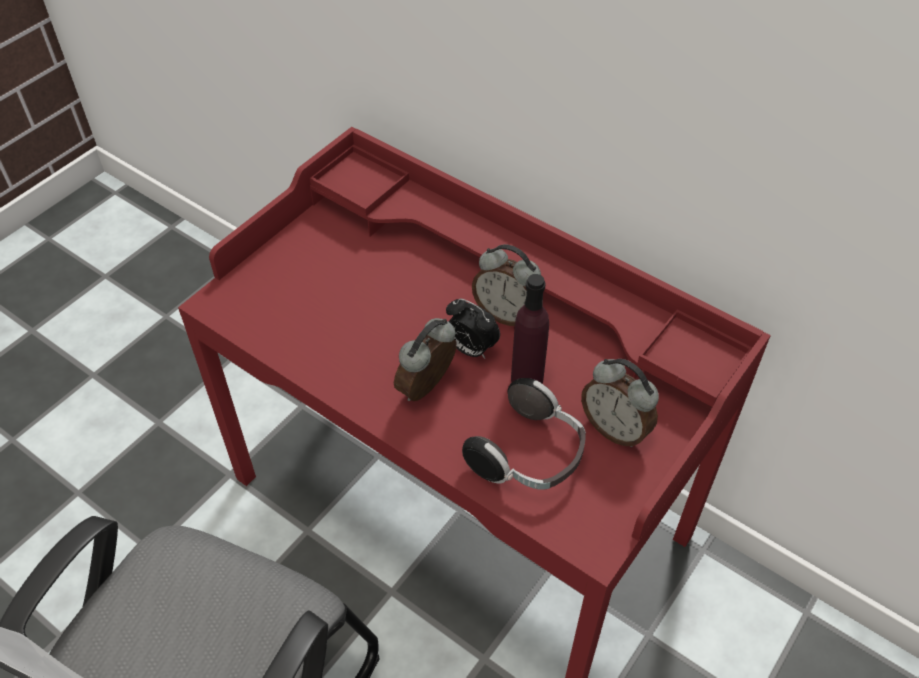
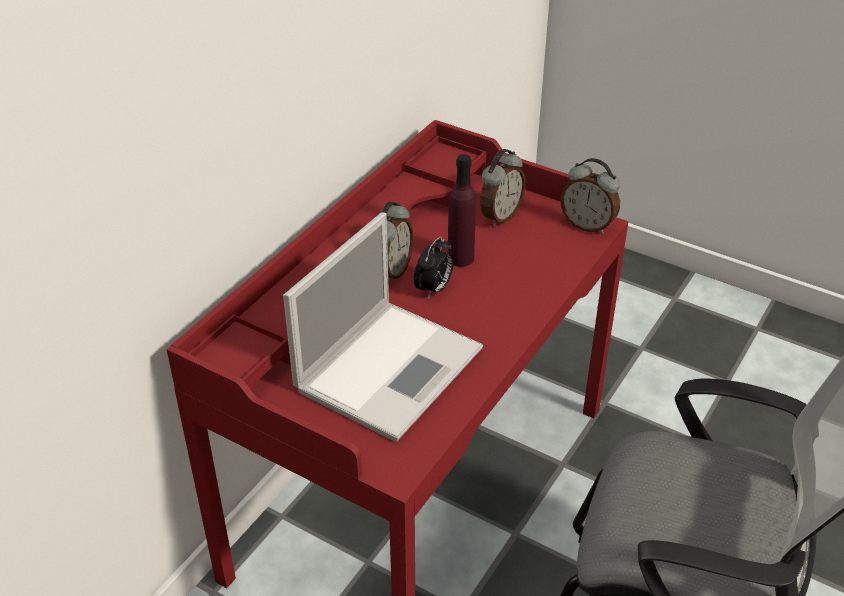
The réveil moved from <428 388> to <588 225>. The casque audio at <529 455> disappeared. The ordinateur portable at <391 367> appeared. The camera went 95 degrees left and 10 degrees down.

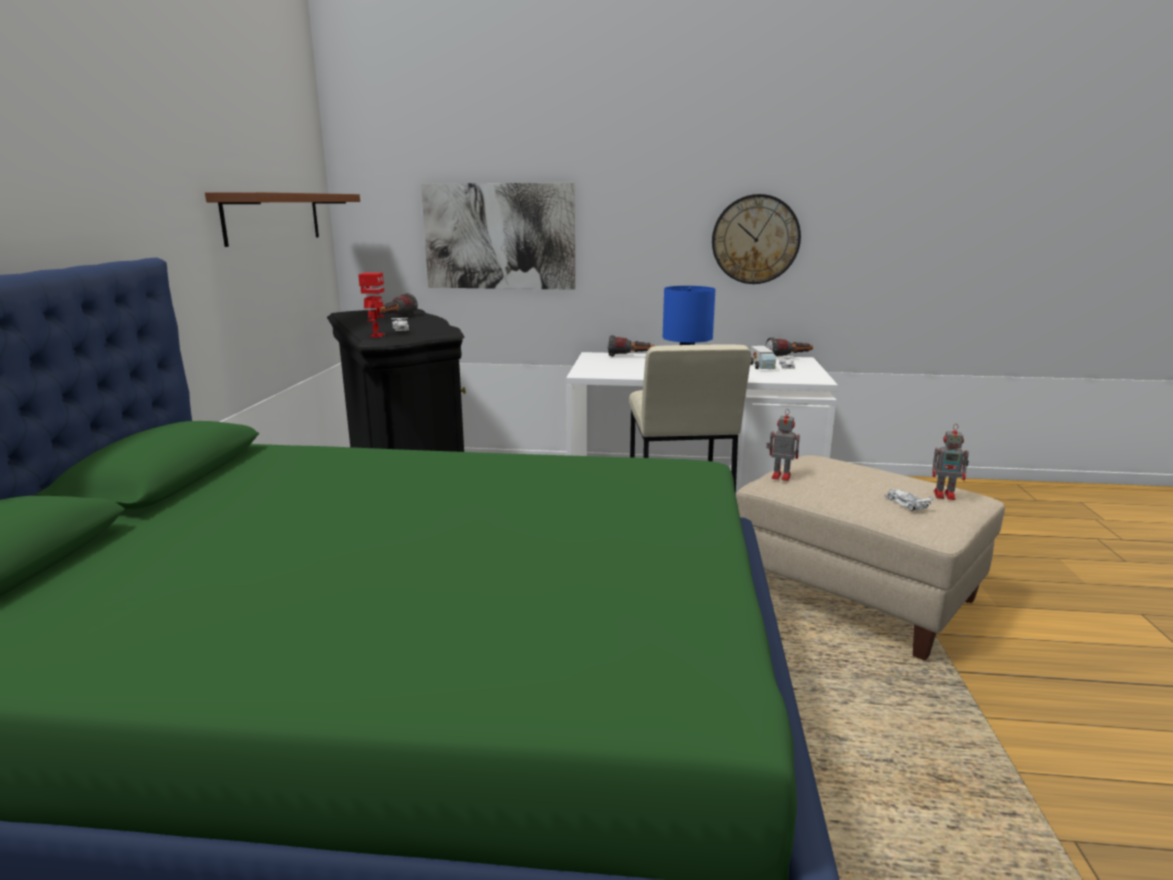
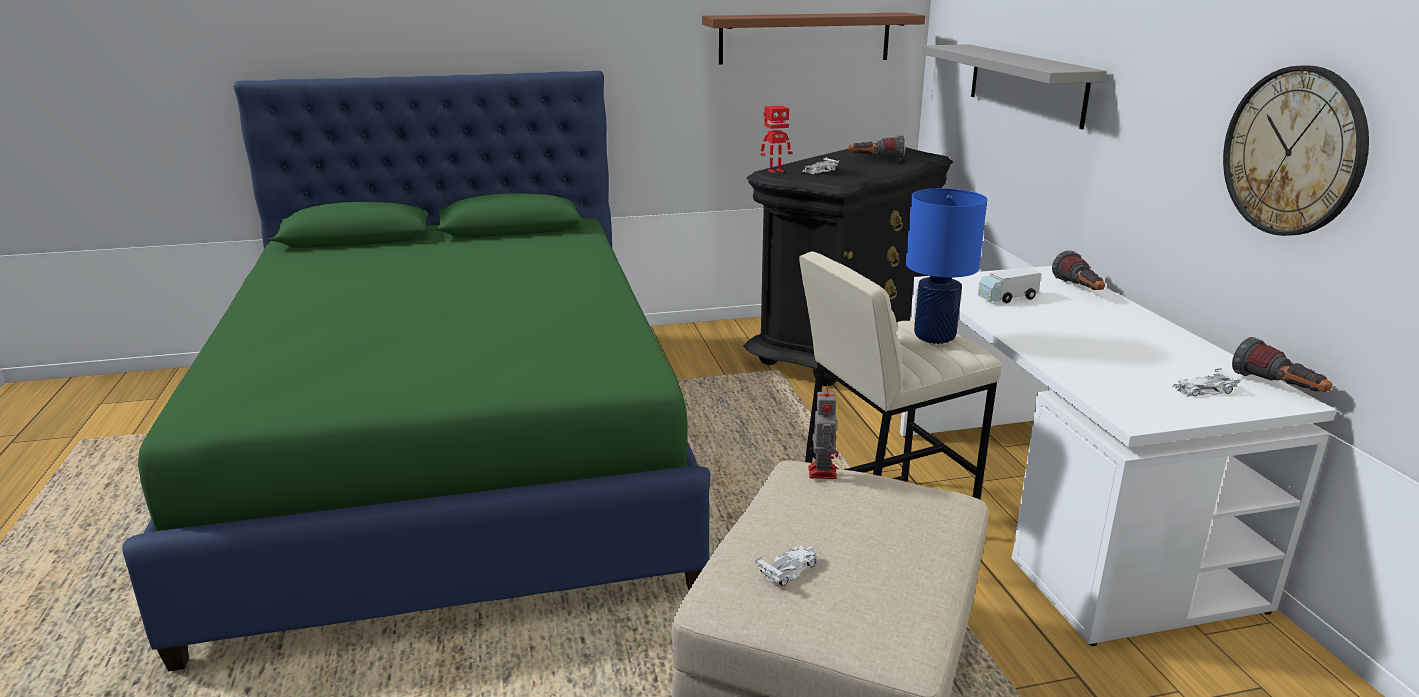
The tableau at <499 236> was replaced by the étagère [gris] at <1026 83>. The camion jouet moved from <762 367> to <1007 298>. The robot jouet at <945 495> disappeared. The camera went 70 degrees right and 5 degrees up.

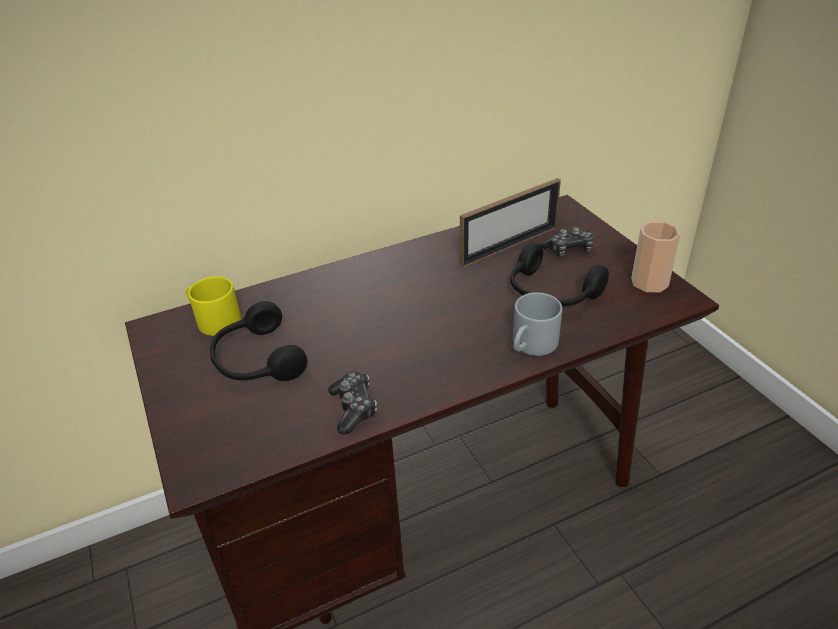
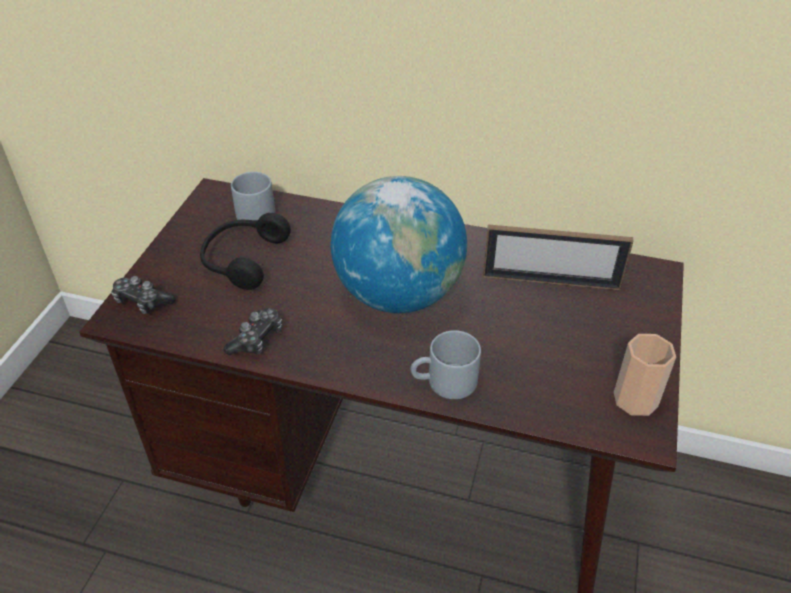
The manette moved from <569 250> to <142 301>. The casque audio [noir] at <551 293> disappeared. The mug [jaune] at <213 320> became the mug [gris] at <253 210>. The globe at <398 294> appeared. The camera went 40 degrees right and 5 degrees up.

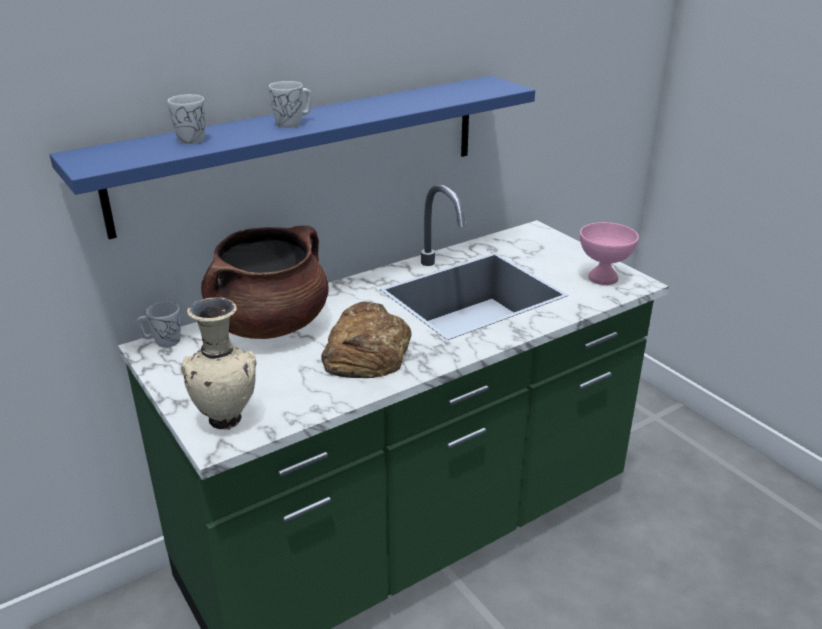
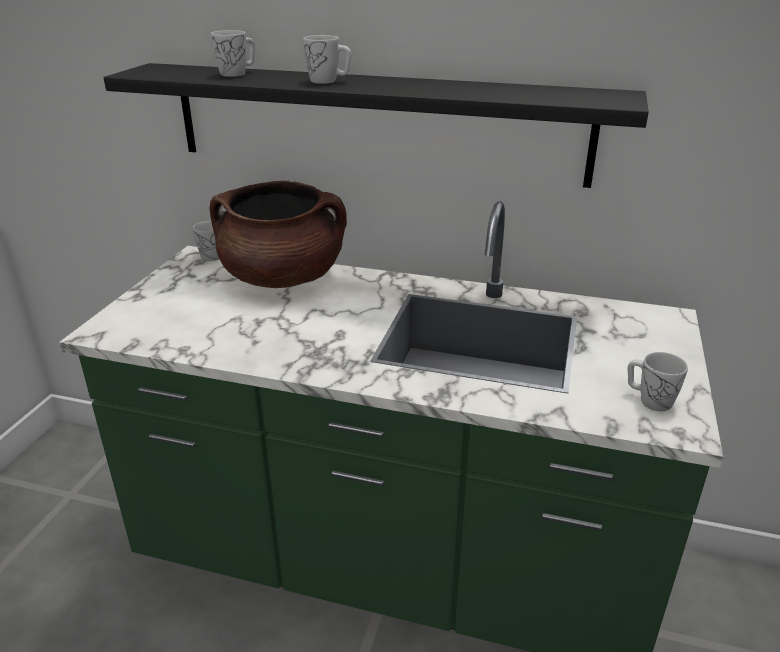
The étagère [bleu] at <305 151> became the étagère [noir] at <375 123>. The bol [rose] at <603 277> was replaced by the mug [blanc] at <649 400>. The vase [beige] at <227 419> disappeared. The pain at <366 352> disappeared. The camera went 50 degrees right and 0 degrees up.

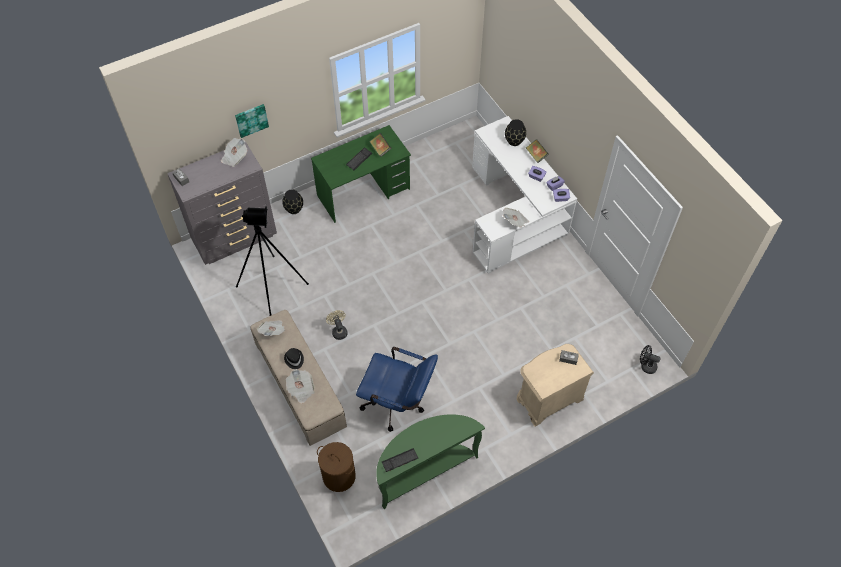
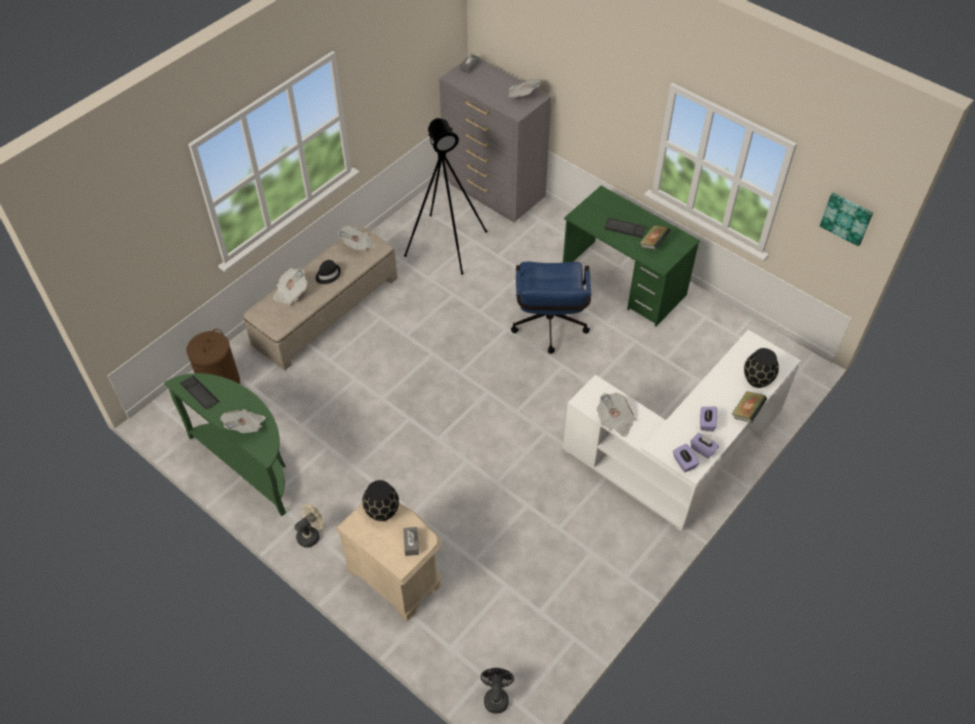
The tableau moved from <251 120> to <847 218>. The vase [noir] moved from <294 209> to <381 511>. The ventilateur [beige] moved from <338 331> to <311 534>. The chaise de bureau [bleu] moved from <398 404> to <549 329>. The journal at <246 427> appeared. The camera went 70 degrees right and 5 degrees down.

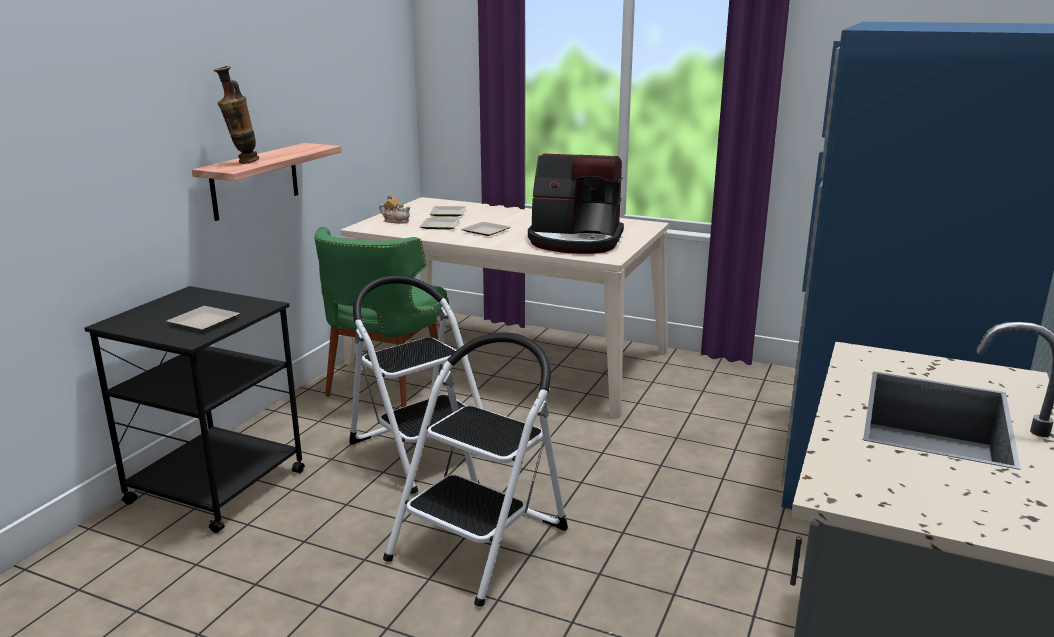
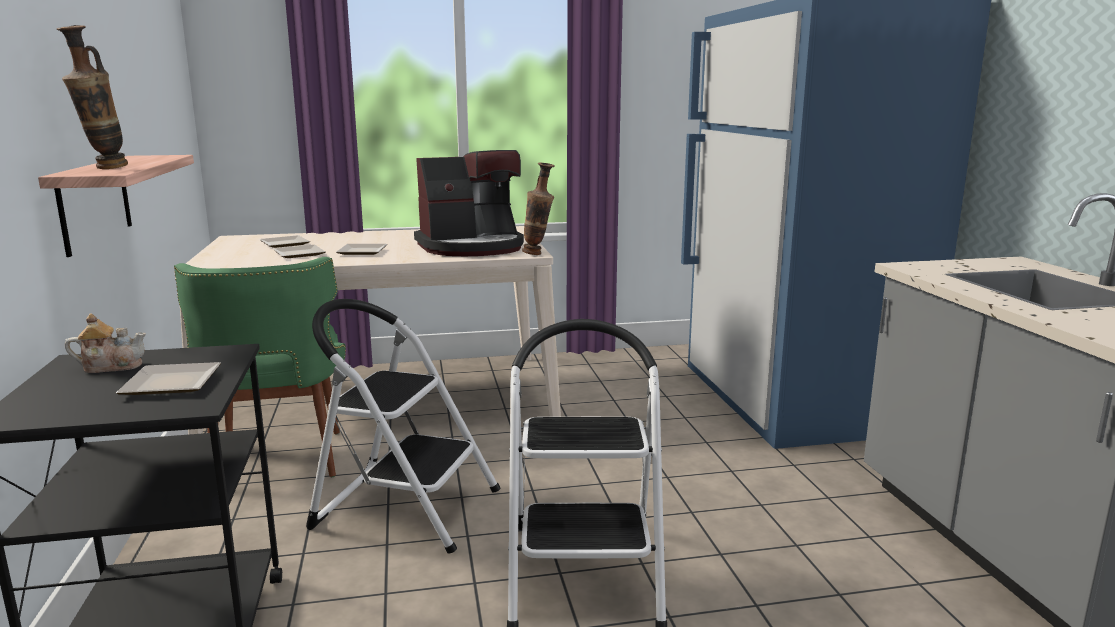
The théière moved from <396 221> to <111 366>. The vase at <538 254> appeared. The camera went 35 degrees left and 5 degrees down.

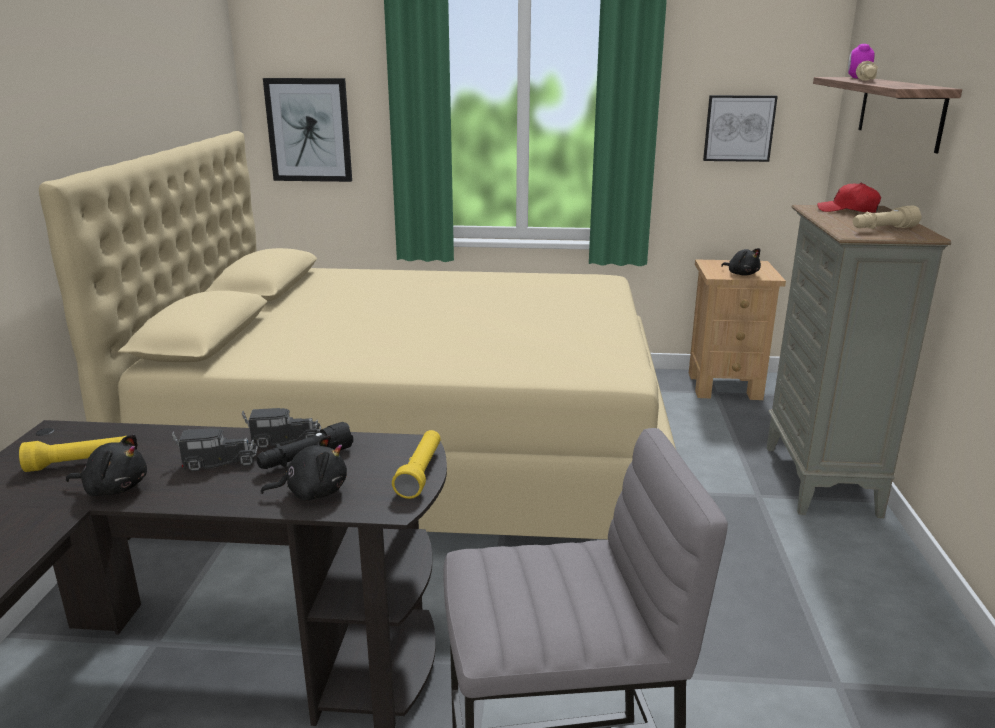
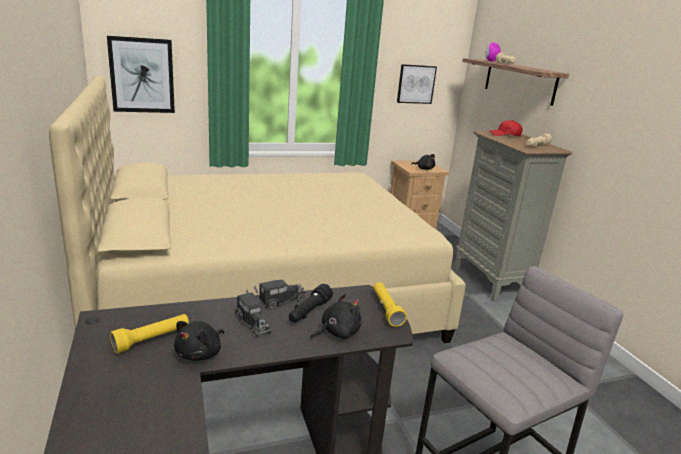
The camion jouet at <216 462> turned 90 degrees clockwise. The peluche [noir] at <114 488> turned 135 degrees clockwise. The camera went 25 degrees left and 0 degrees up.

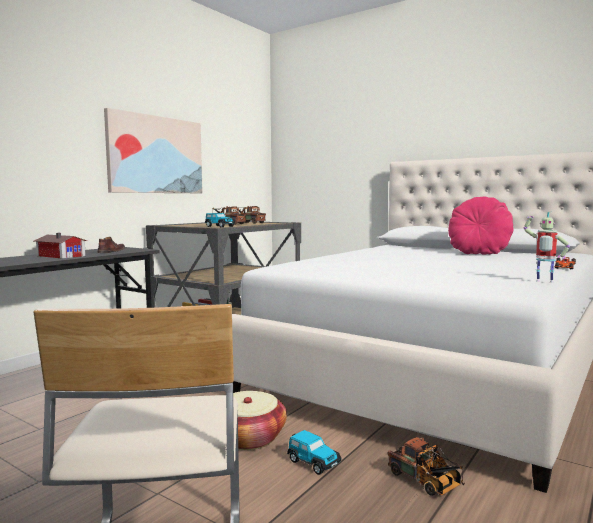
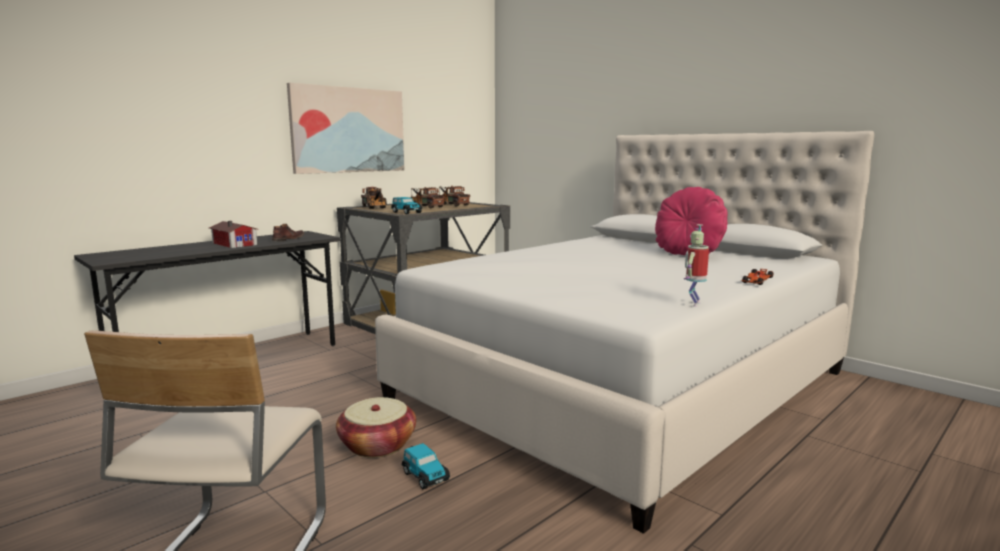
The robot jouet at <543 282> turned 75 degrees clockwise. The camion jouet moved from <426 482> to <374 207>. The camera went 10 degrees right and 5 degrees up.

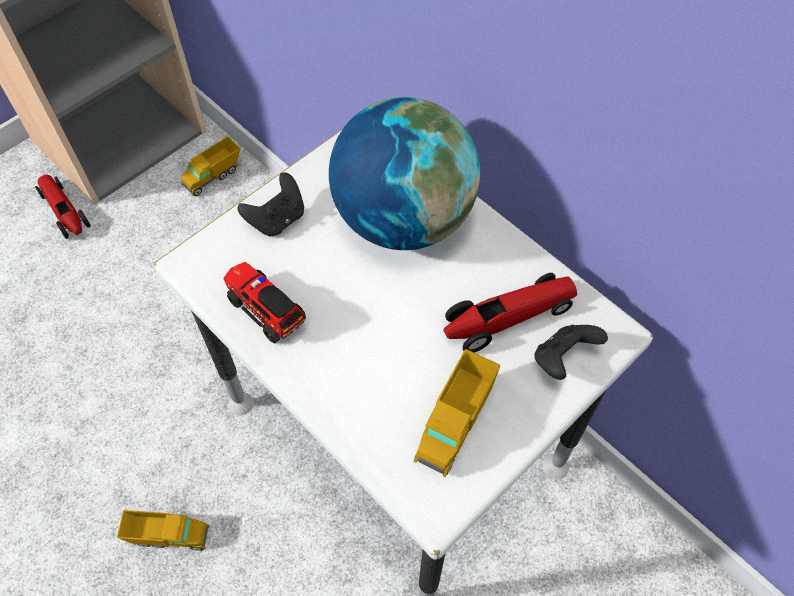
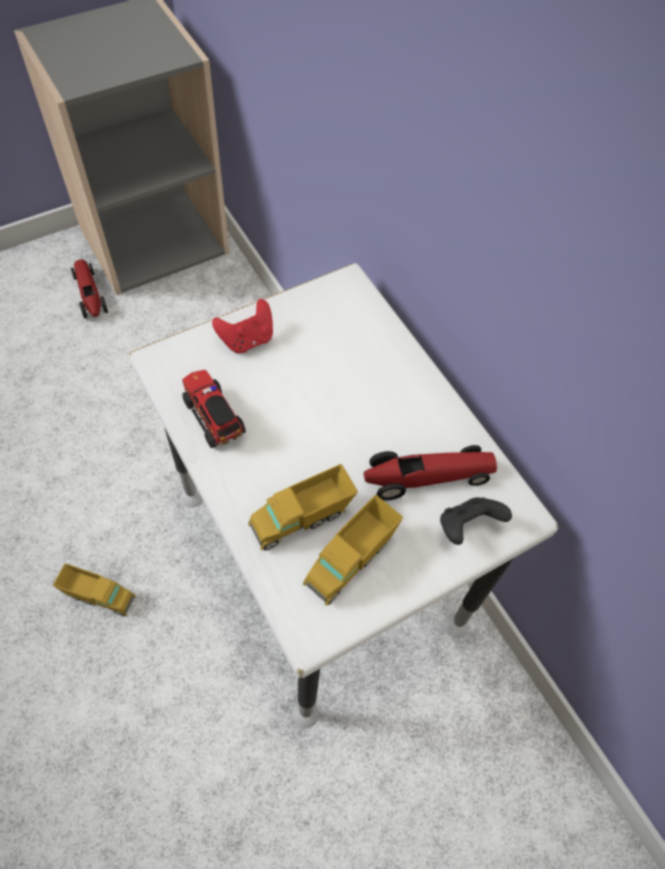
The globe at <403 218> disappeared. The camion jouet moved from <213 176> to <301 518>. The manette [noir] at <277 219> became the manette [rouge] at <247 339>. The camera went 10 degrees right and 0 degrees up.

